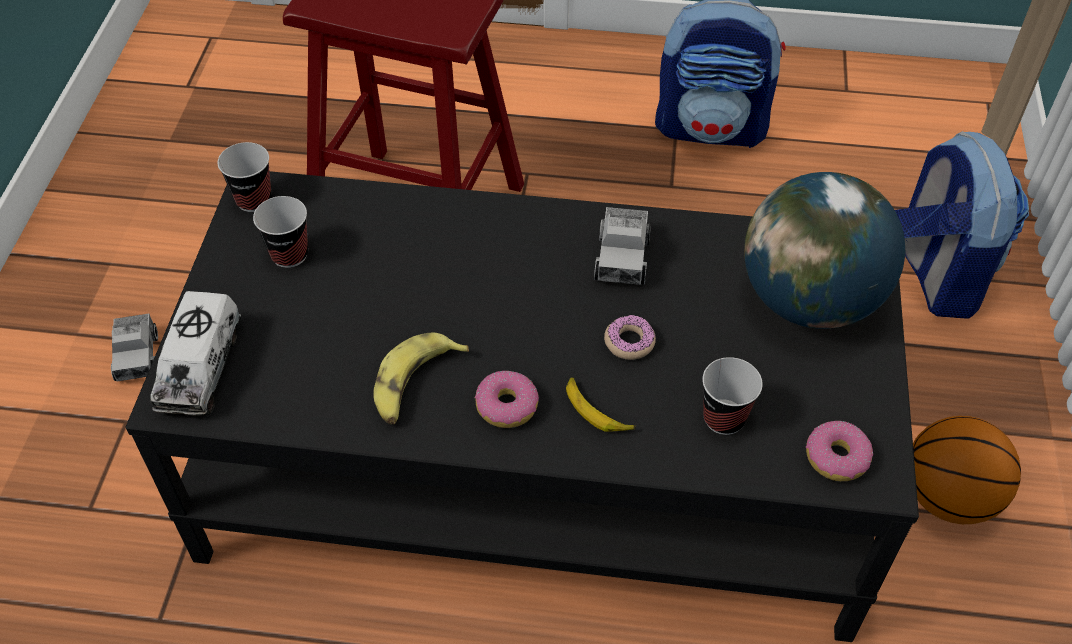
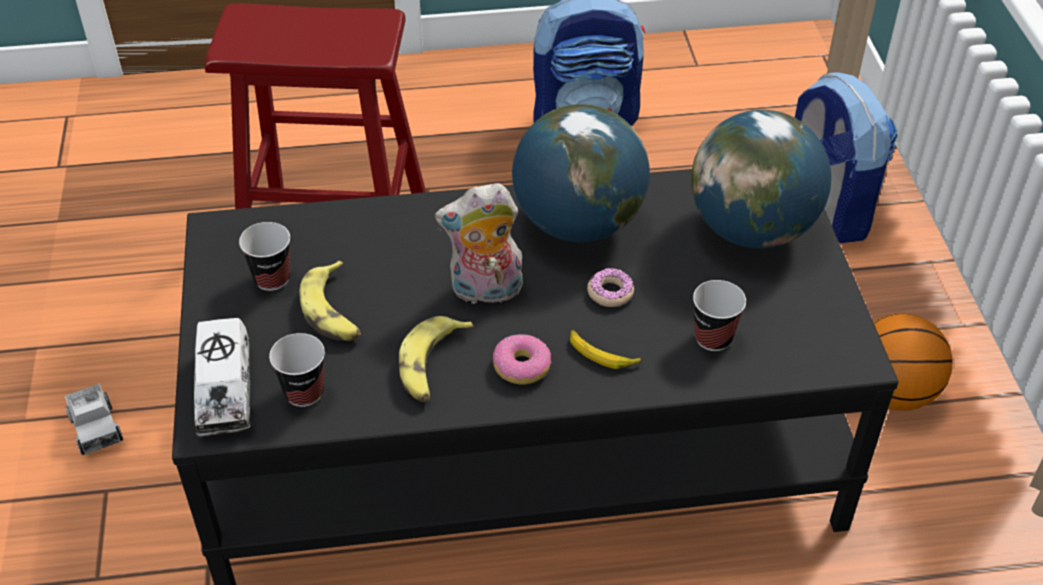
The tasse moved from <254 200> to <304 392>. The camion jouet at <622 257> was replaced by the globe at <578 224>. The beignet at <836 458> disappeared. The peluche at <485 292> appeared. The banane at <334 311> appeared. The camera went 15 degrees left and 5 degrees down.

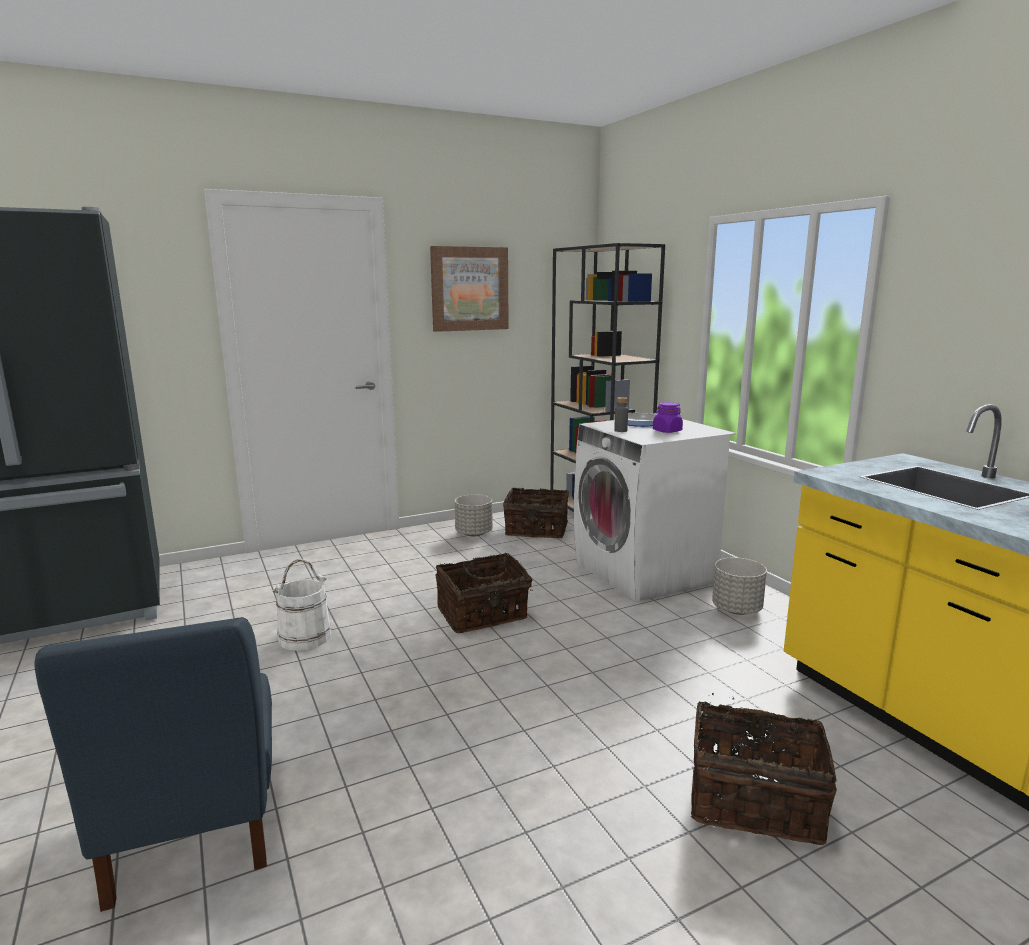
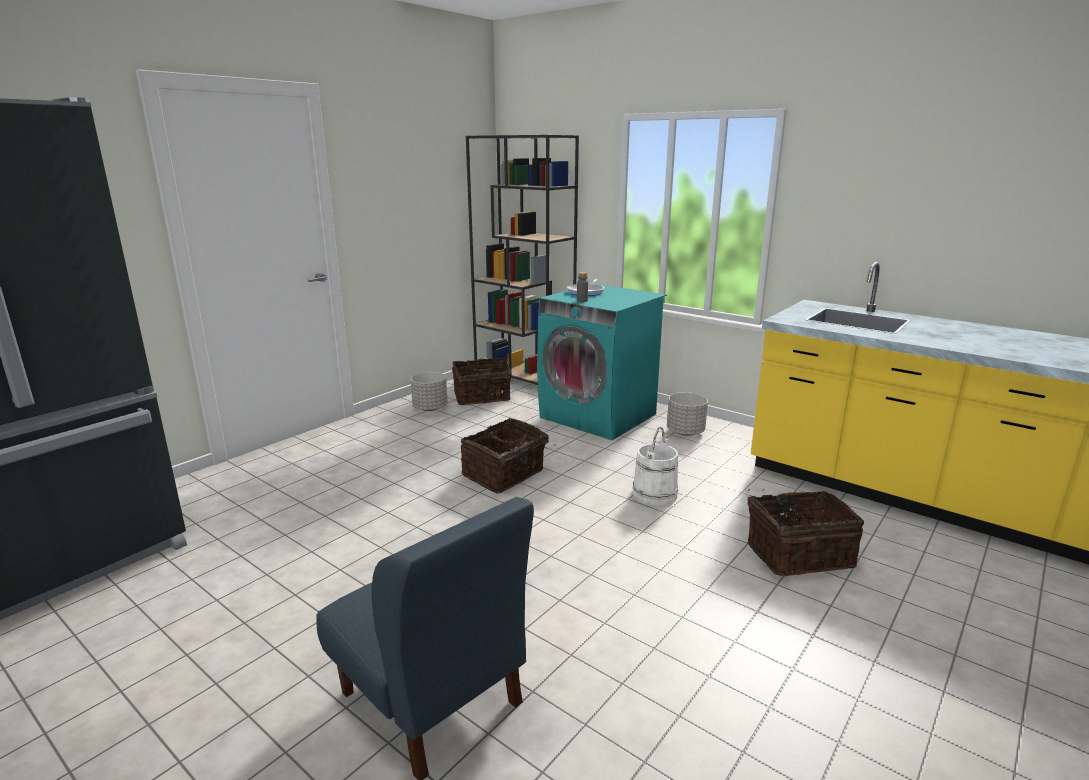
The tableau at <469 289> disappeared. The bocal [violet] at <667 431> disappeared. The lave-linge [blanc] at <647 571> became the lave-linge [turquoise] at <600 415>. The seau [blanc] moved from <305 637> to <654 494>. The camera went 25 degrees left and 5 degrees up.

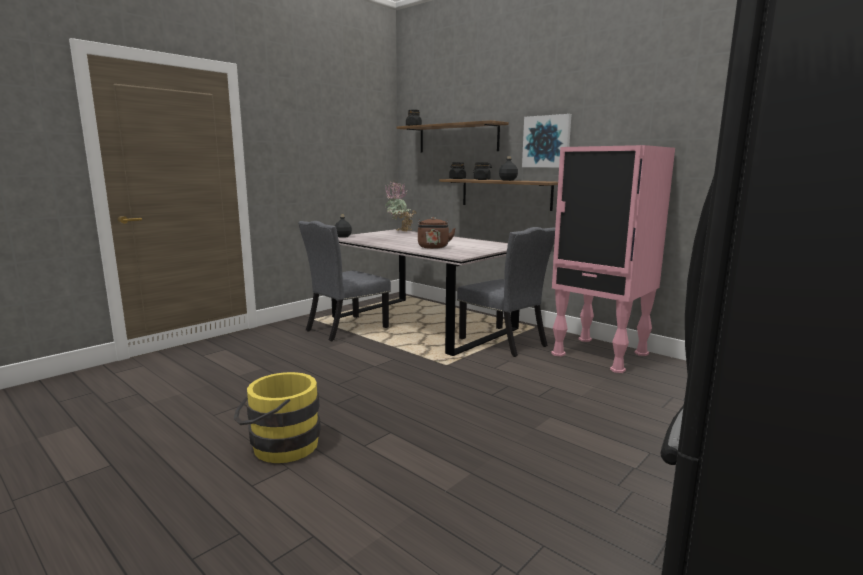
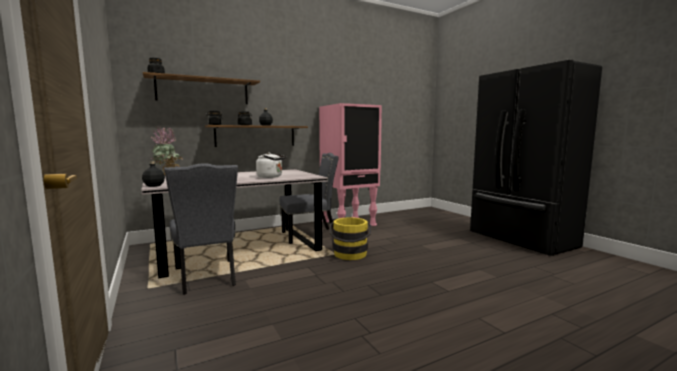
The tableau at <546 141> disappeared. The bouilloire [marron] at <433 247> became the bouilloire [blanc] at <271 177>. The seau [jaune] moved from <279 446> to <350 255>. The camera went 70 degrees left and 5 degrees down.

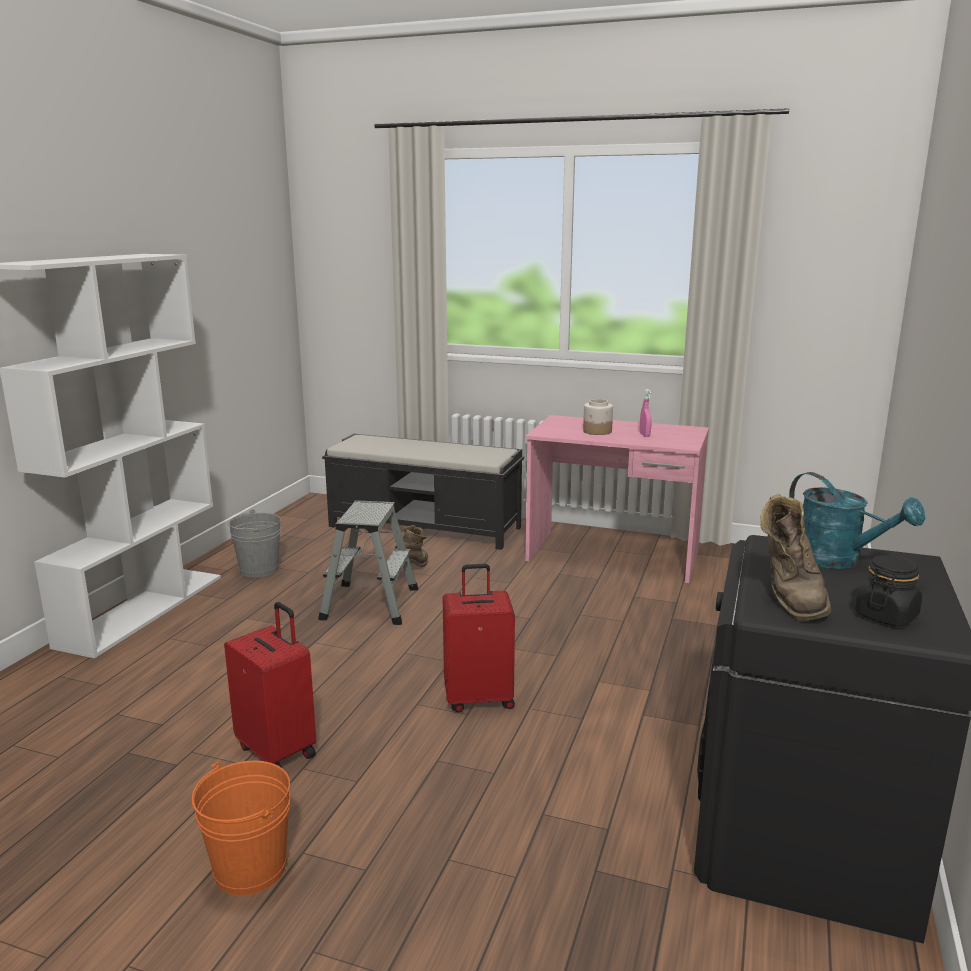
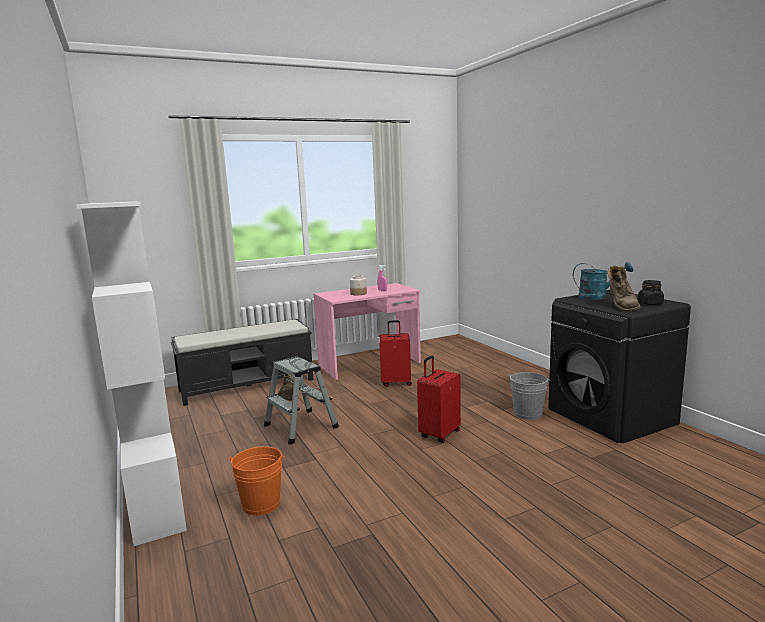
The botte [marron] at <789 598> turned 45 degrees clockwise. The seau [gris] moved from <259 569> to <527 414>. The valise [rouge] moved from <278 750> to <396 383>. The seau [orange] moved from <250 869> to <261 504>. The camera went 45 degrees left and 5 degrees down.

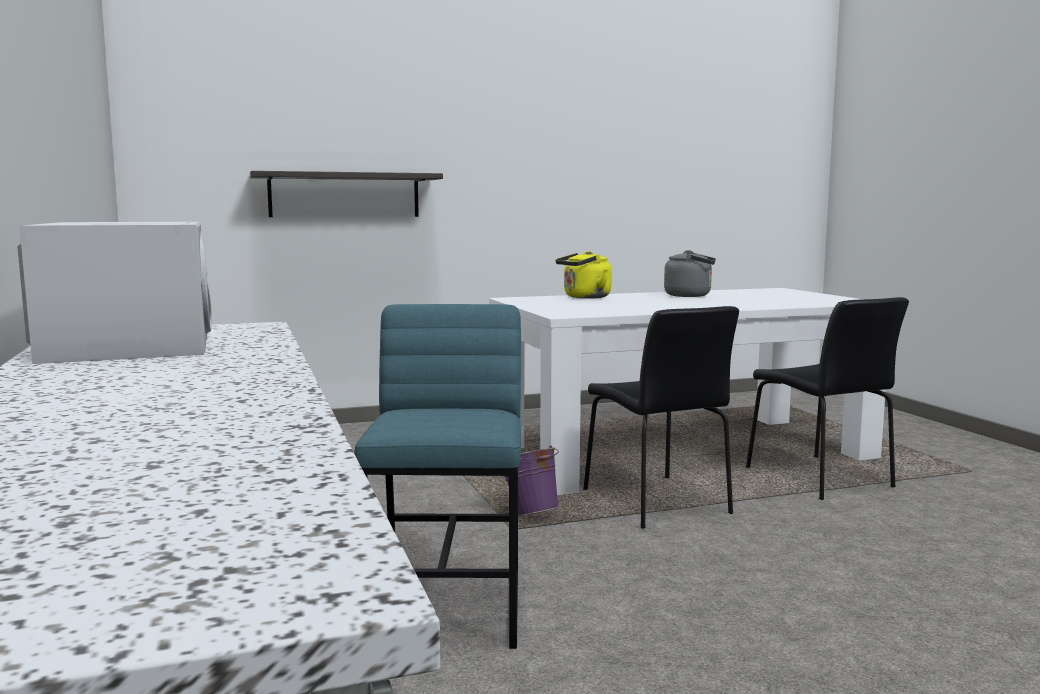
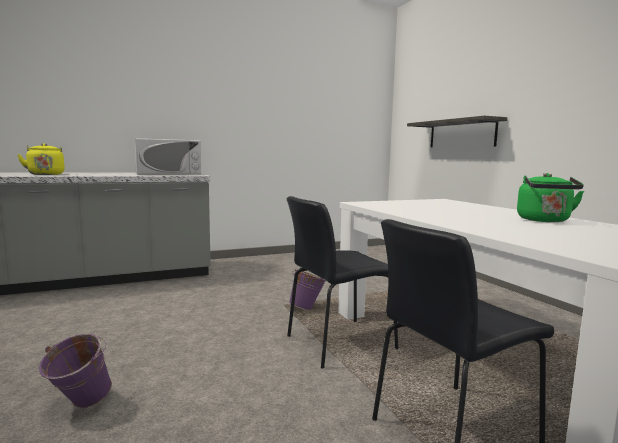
The bouilloire [gris] at <690 295> became the bouilloire [vert] at <544 220>. The bouilloire [jaune] moved from <584 297> to <46 174>. The tabouret [bleu] at <448 606> disappeared. The seau [violet] at <79 406> appeared. The camera went 85 degrees right and 0 degrees up.

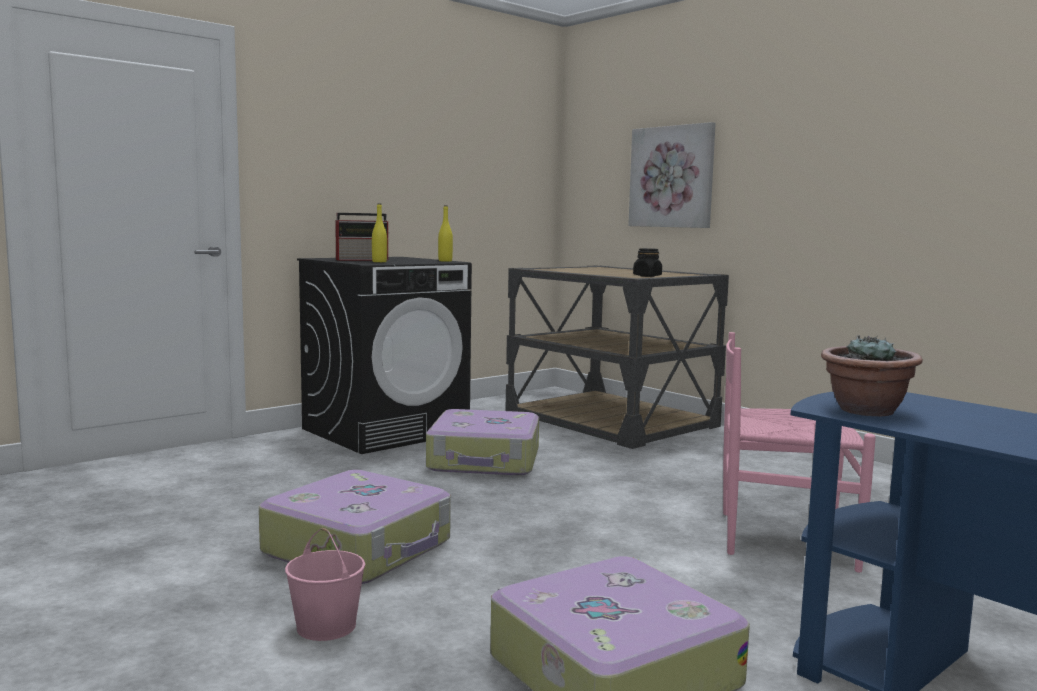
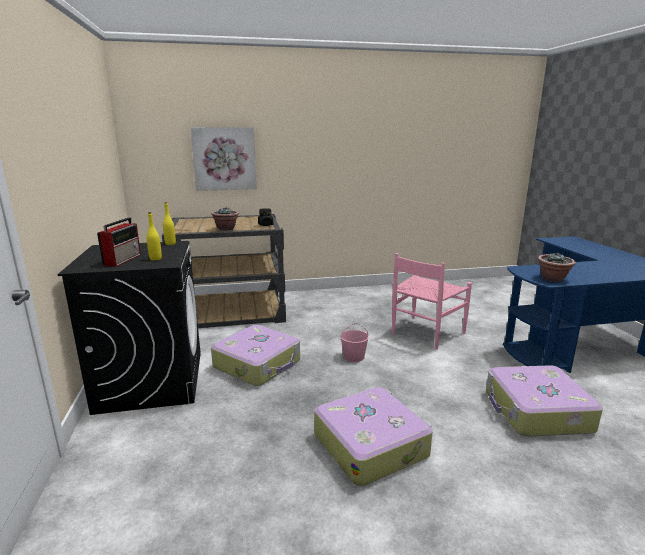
The seau [rose] moved from <327 626> to <354 356>. The plante en pot at <226 229> appeared. The camera went 60 degrees left and 10 degrees up.

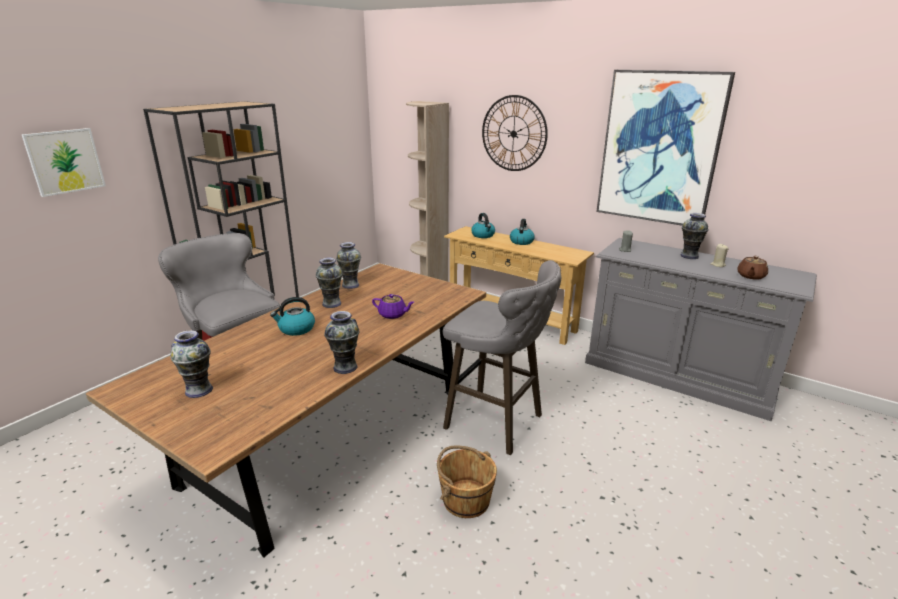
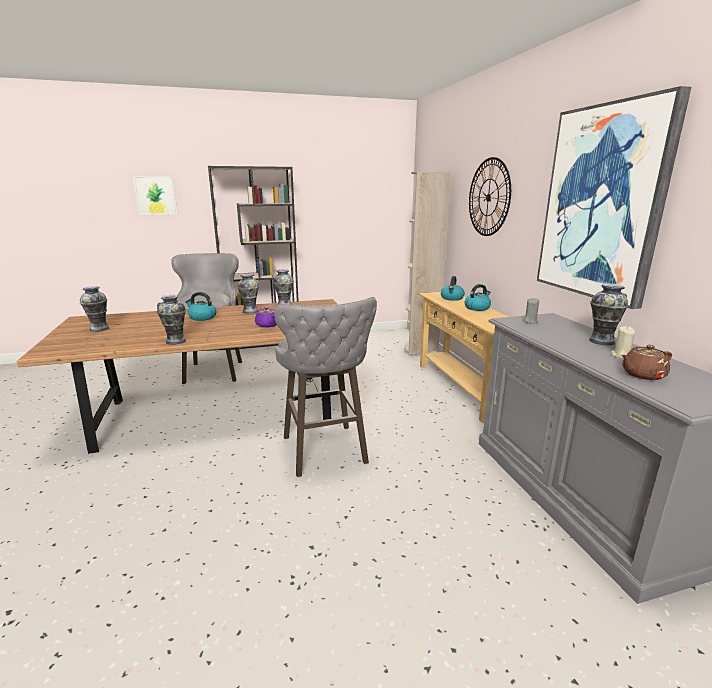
The seau [marron] at <465 499> disappeared. The camera went 40 degrees right and 5 degrees down.

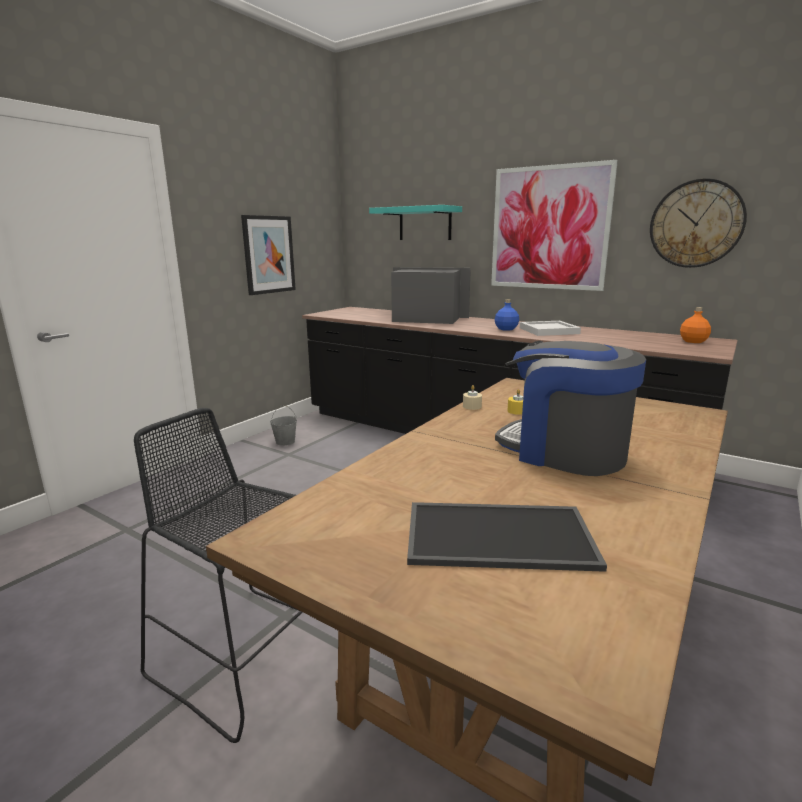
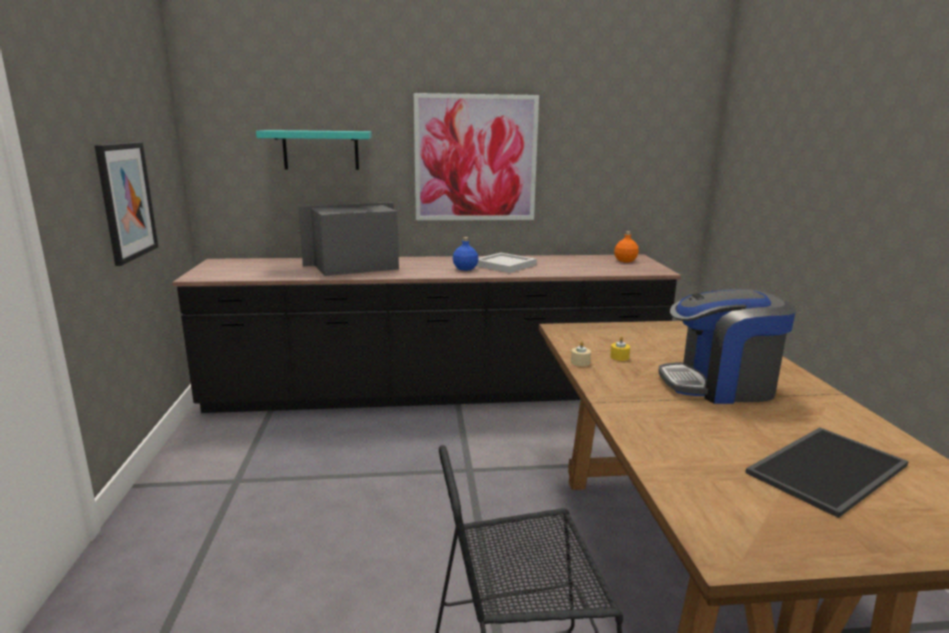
The horloge murale at <696 224> disappeared. The seau [gris] at <285 442> disappeared. The camera went 40 degrees left and 0 degrees up.

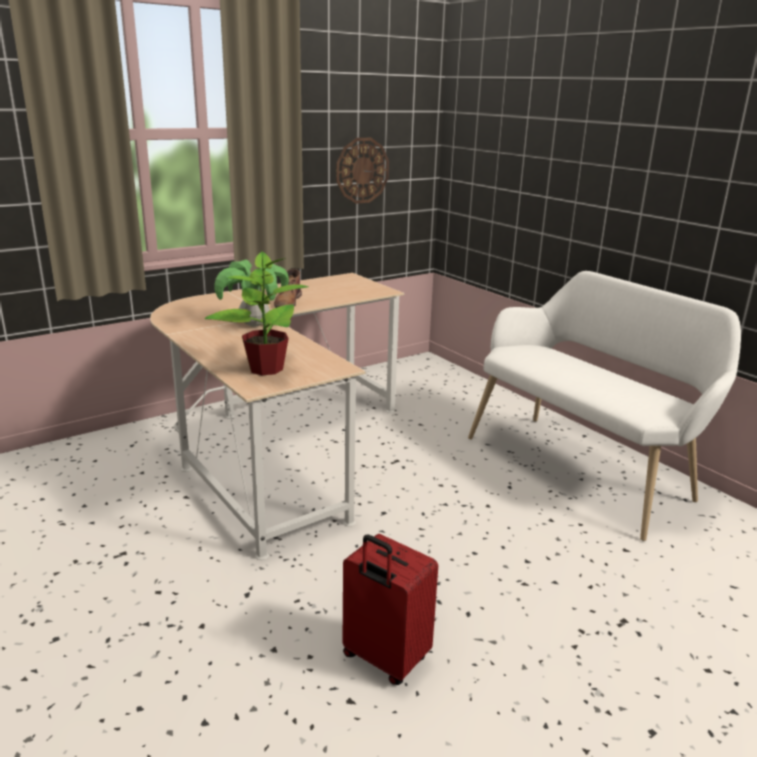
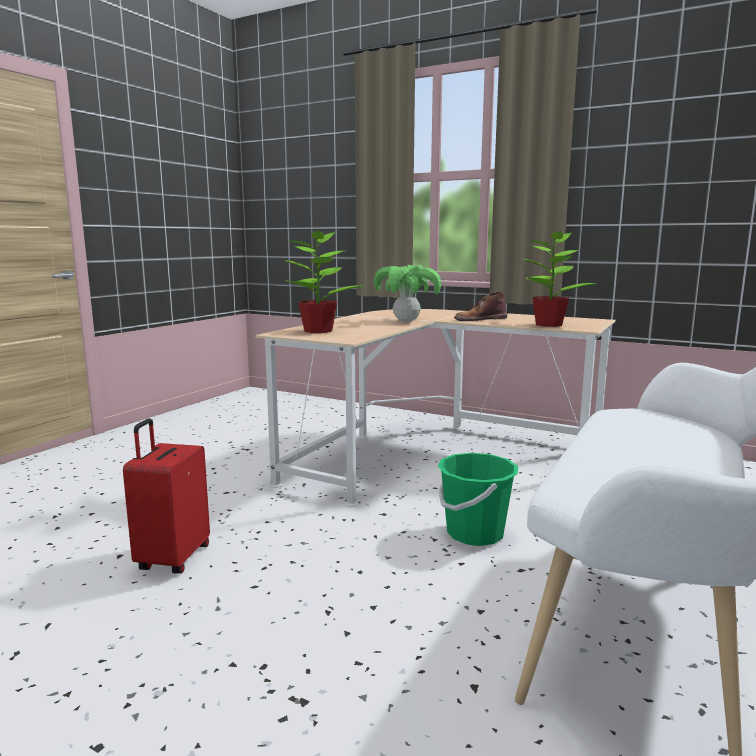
The horloge murale at <362 170> disappeared. The plante en pot at <549 324> appeared. The seau [vert] at <475 533> appeared. The camera went 65 degrees right and 10 degrees down.

